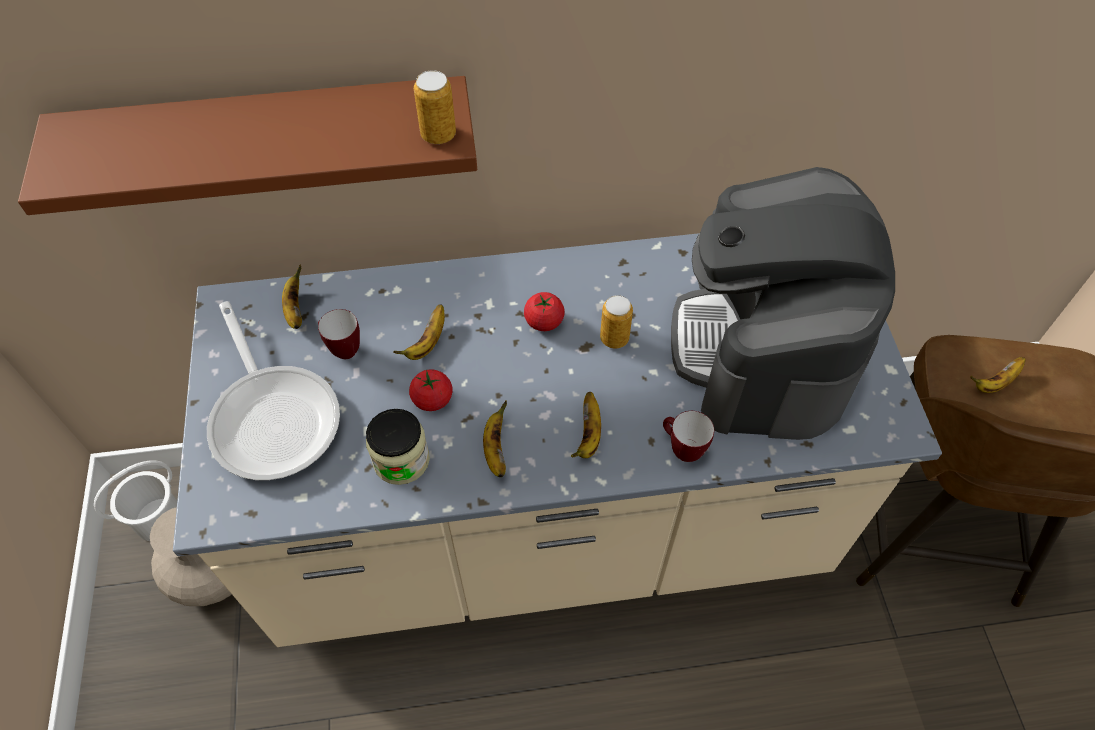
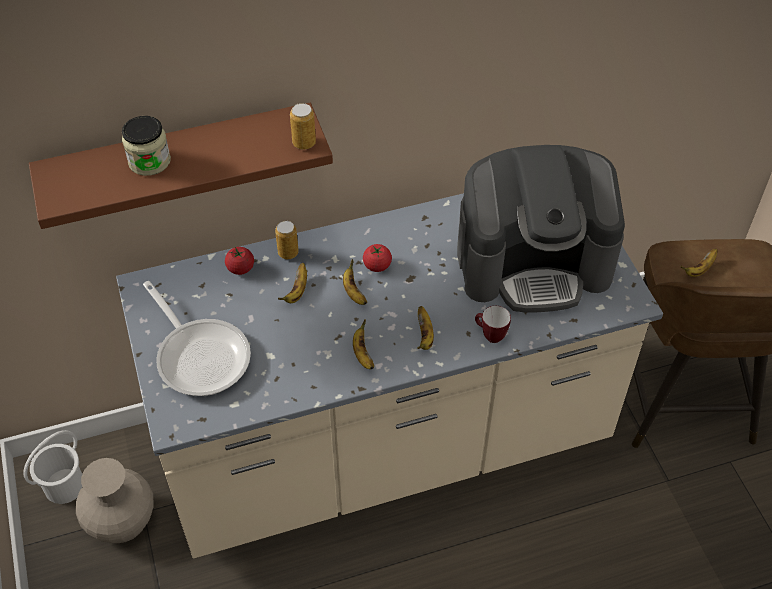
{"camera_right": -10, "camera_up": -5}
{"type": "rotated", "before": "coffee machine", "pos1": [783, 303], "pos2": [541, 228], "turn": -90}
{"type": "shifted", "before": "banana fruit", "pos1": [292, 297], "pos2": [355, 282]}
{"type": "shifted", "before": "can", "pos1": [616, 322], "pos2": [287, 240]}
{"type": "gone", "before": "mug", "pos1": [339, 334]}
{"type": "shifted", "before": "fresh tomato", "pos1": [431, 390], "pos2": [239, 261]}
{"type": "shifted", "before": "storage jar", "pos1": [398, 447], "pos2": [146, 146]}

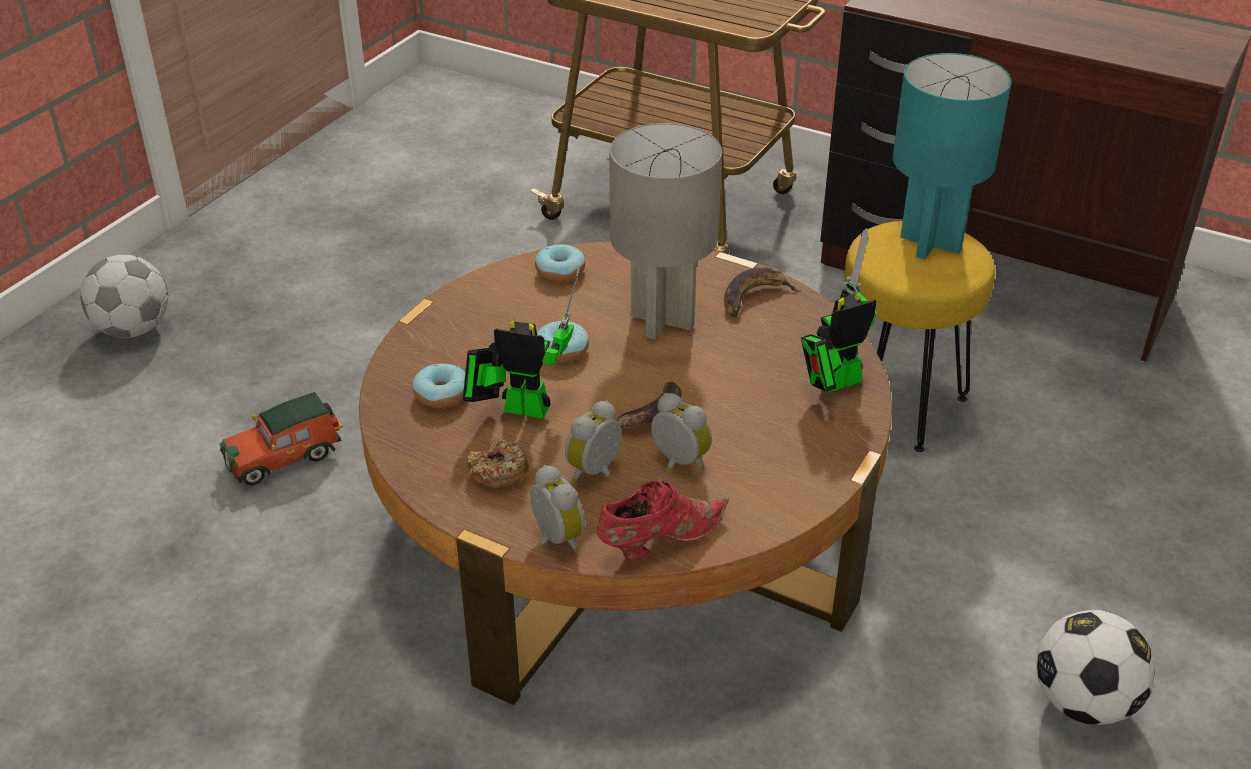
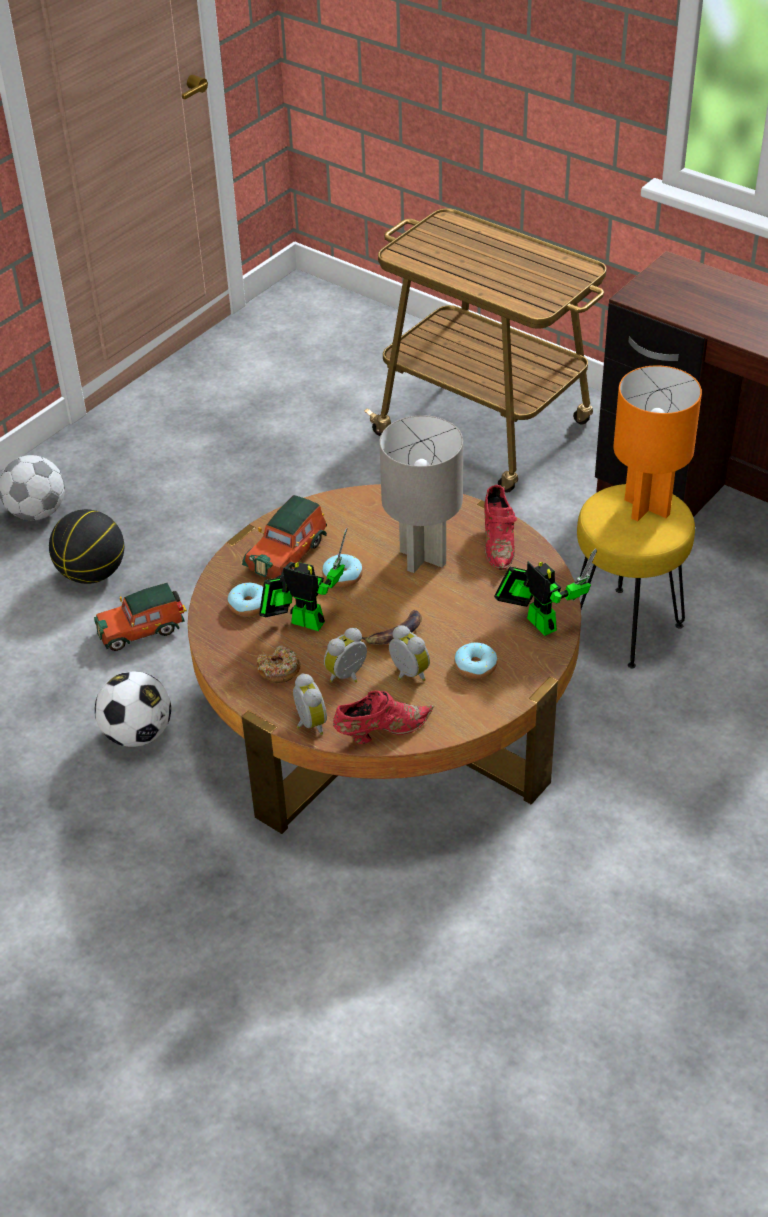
{"camera_right": 10, "camera_up": 5}
{"type": "repainted", "before": "table lamp/blue-green", "after": "table lamp/orange-coloured", "pos1": [952, 156], "pos2": [658, 443]}
{"type": "rotated", "before": "model robot", "pos1": [838, 310], "pos2": [545, 592], "turn": 75}
{"type": "shifted", "before": "ring doughnut", "pos1": [560, 263], "pos2": [476, 660]}
{"type": "swapped", "before": "banana fruit", "after": "item of footwear/red", "pos1": [762, 292], "pos2": [500, 527]}
{"type": "shifted", "before": "football", "pos1": [1096, 667], "pos2": [133, 709]}
{"type": "new", "after": "model car", "pos2": [284, 537]}
{"type": "new", "after": "basketball ball", "pos2": [86, 546]}

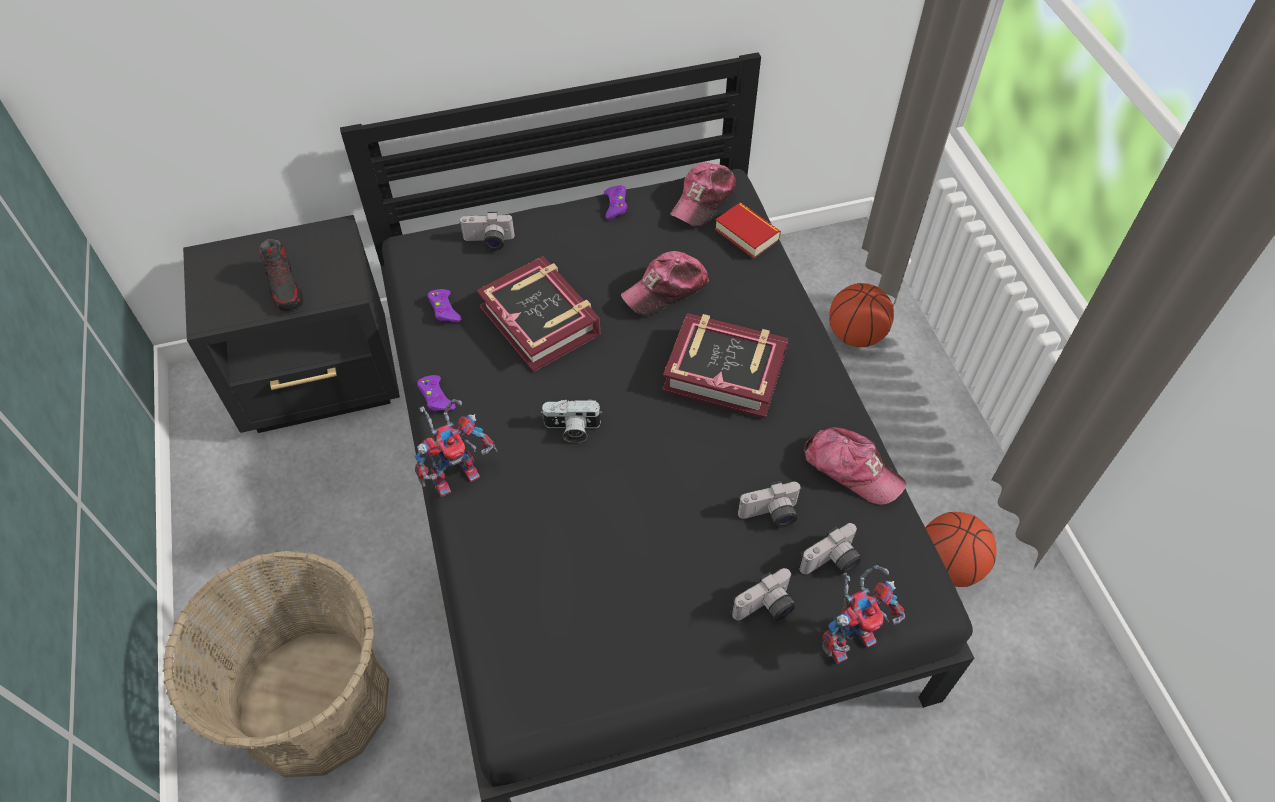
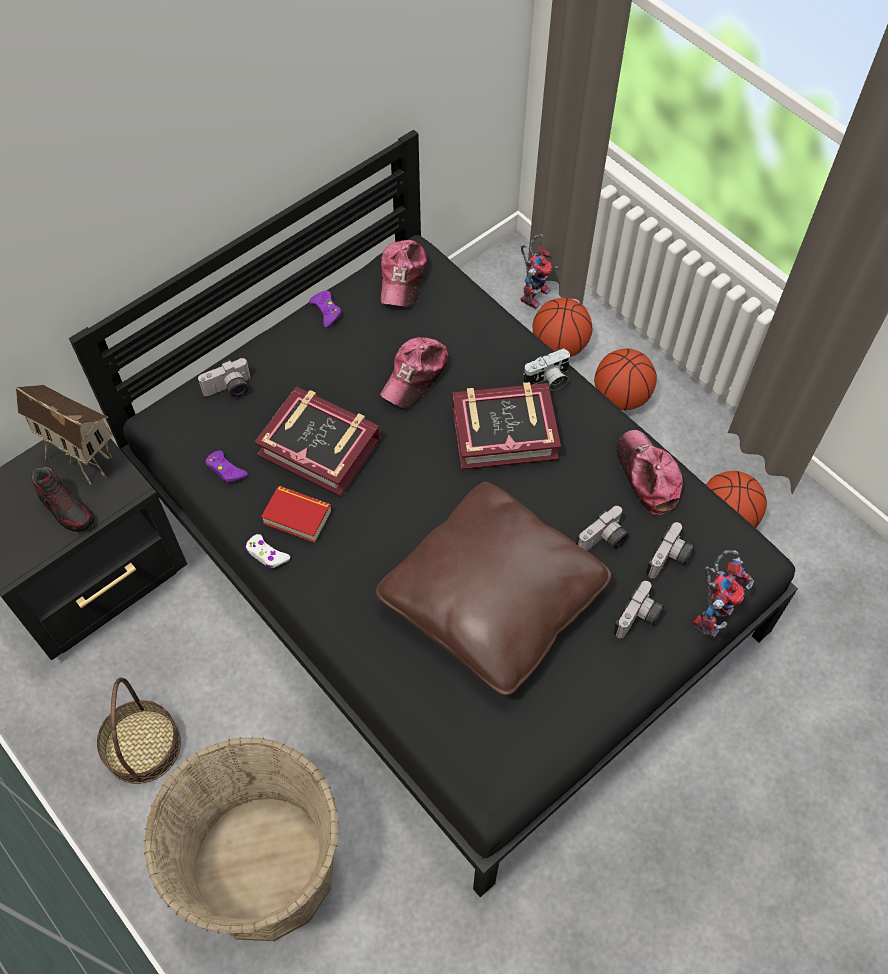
{"camera_right": -25, "camera_up": 5}
{"type": "shifted", "before": "volume", "pos1": [748, 231], "pos2": [296, 514]}
{"type": "repainted", "before": "gamepad/purple-coloured", "after": "gamepad/white-coloured", "pos1": [436, 393], "pos2": [267, 551]}
{"type": "shifted", "before": "model robot", "pos1": [456, 448], "pos2": [539, 271]}
{"type": "shifted", "before": "still camera", "pos1": [571, 421], "pos2": [546, 369]}
{"type": "rotated", "before": "peaked cap", "pos1": [855, 466], "pos2": [650, 472], "turn": -120}
{"type": "new", "after": "basketball ball", "pos2": [625, 379]}
{"type": "new", "after": "model house", "pos2": [64, 435]}
{"type": "new", "after": "pillow/brown", "pos2": [493, 588]}
{"type": "new", "after": "basket", "pos2": [139, 730]}

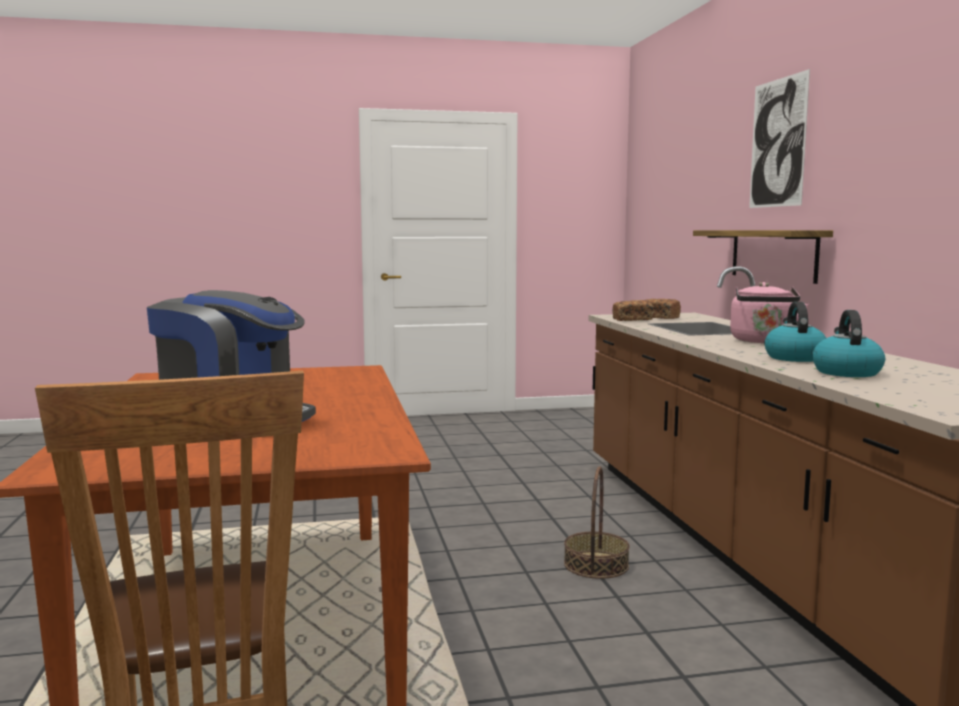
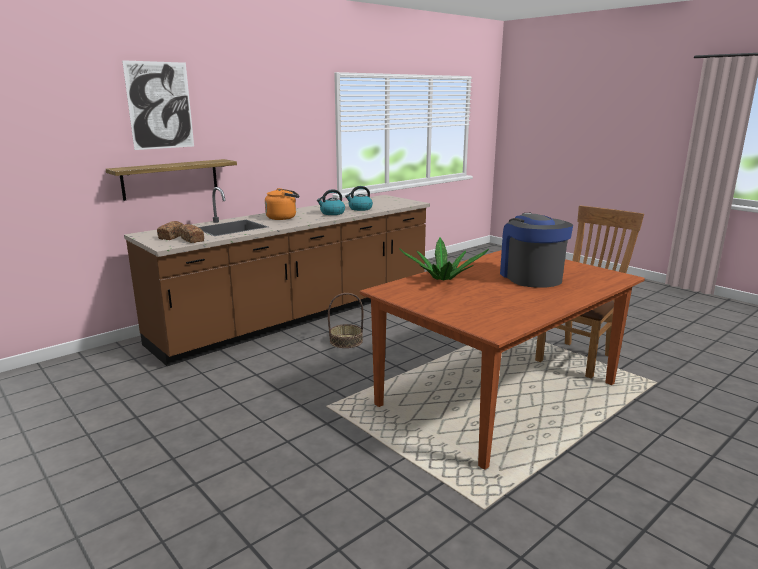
{"camera_right": -120, "camera_up": 10}
{"type": "repainted", "before": "kettle/pink-coloured", "after": "kettle/orange-coloured", "pos1": [769, 312], "pos2": [282, 204]}
{"type": "new", "after": "plant in a pot", "pos2": [444, 259]}

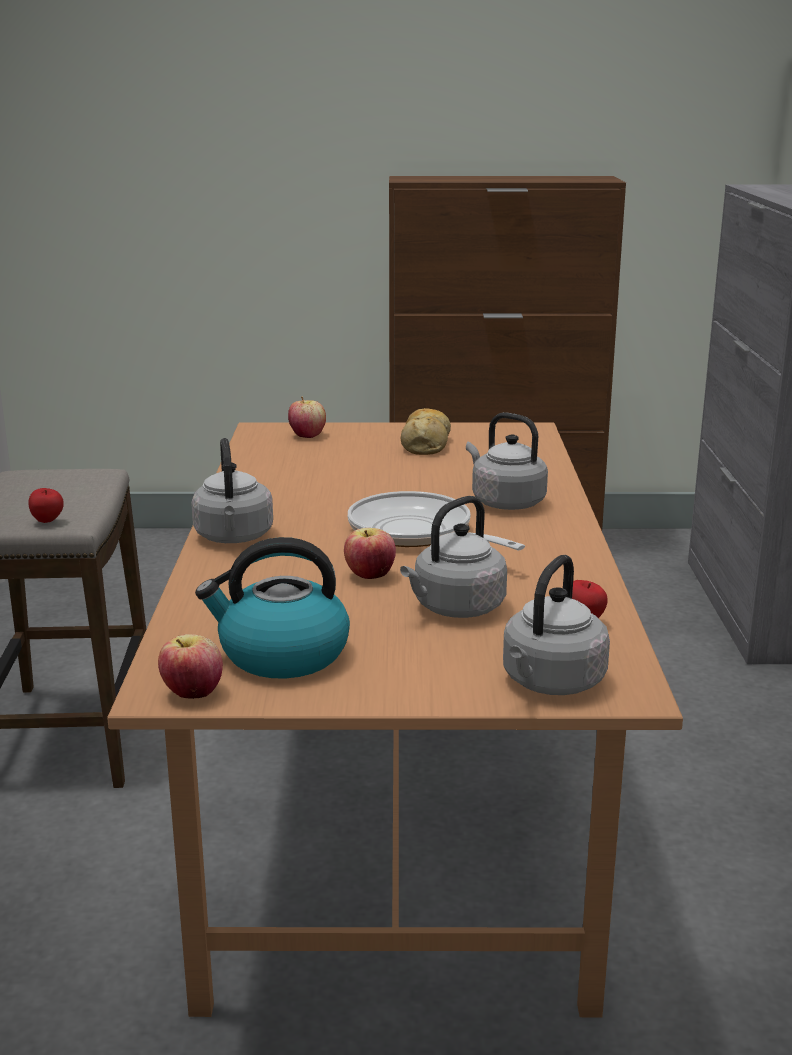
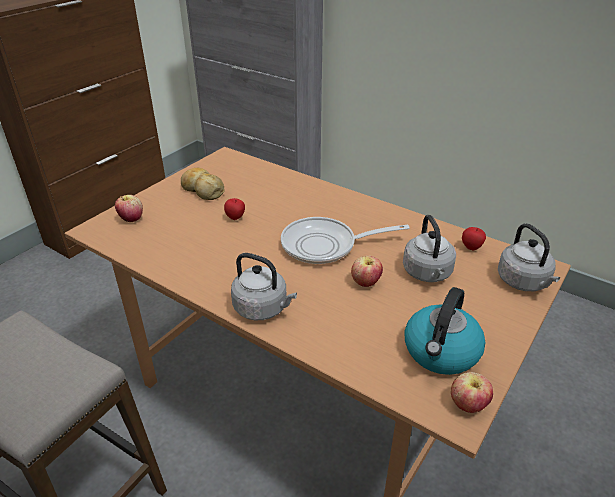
{"camera_right": -55, "camera_up": 15}
{"type": "gone", "before": "kettle/gray", "pos1": [507, 461]}
{"type": "shifted", "before": "whole apple", "pos1": [45, 505], "pos2": [234, 209]}

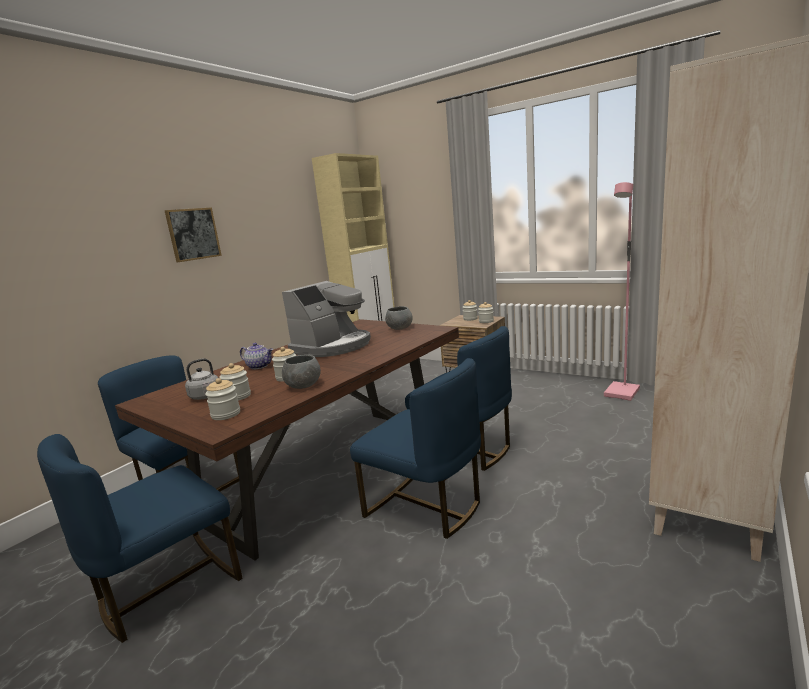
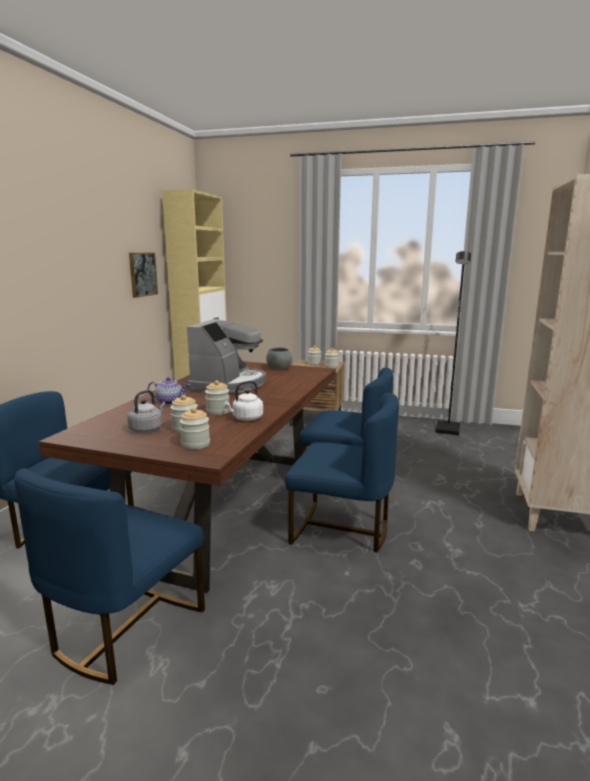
{"camera_right": -20, "camera_up": 0}
{"type": "repainted", "before": "floor lamp/pink-coloured", "after": "floor lamp/blackish", "pos1": [622, 291], "pos2": [453, 343]}
{"type": "shifted", "before": "picture", "pos1": [193, 234], "pos2": [143, 275]}
{"type": "swapped", "before": "deep dish/gray", "after": "kettle/white-coloured", "pos1": [301, 372], "pos2": [243, 401]}

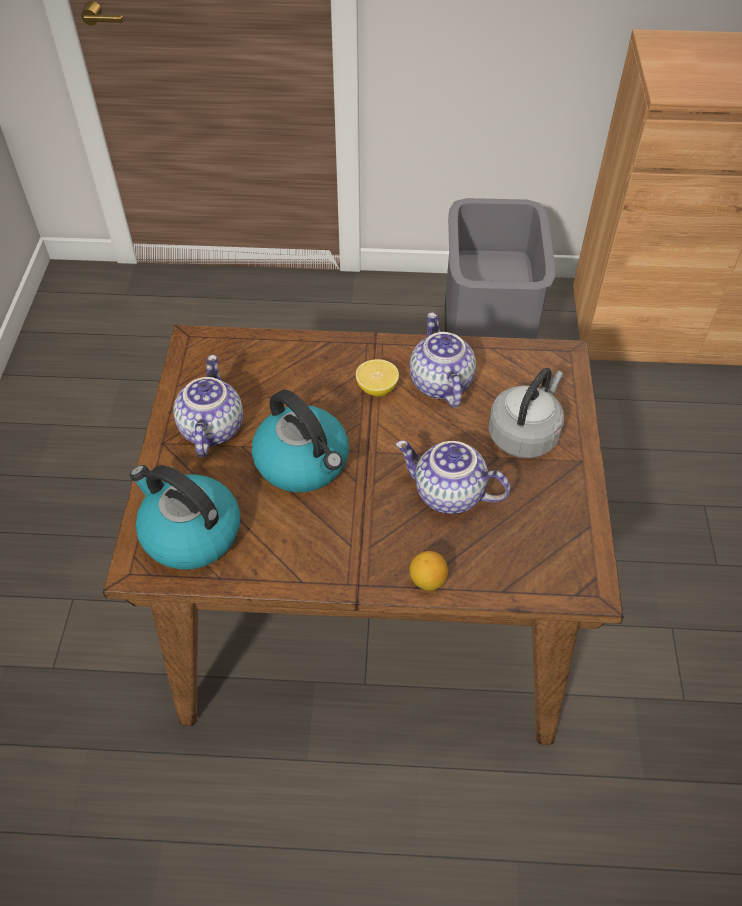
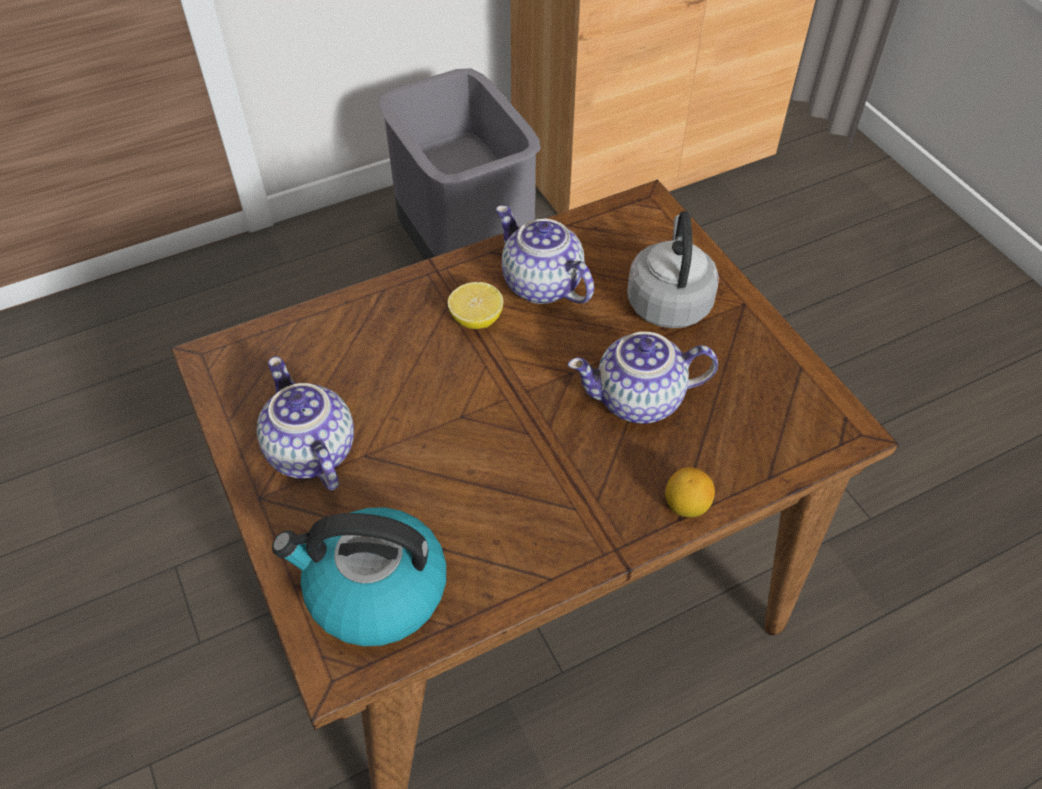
{"camera_right": -30, "camera_up": 0}
{"type": "gone", "before": "kettle", "pos1": [300, 440]}

